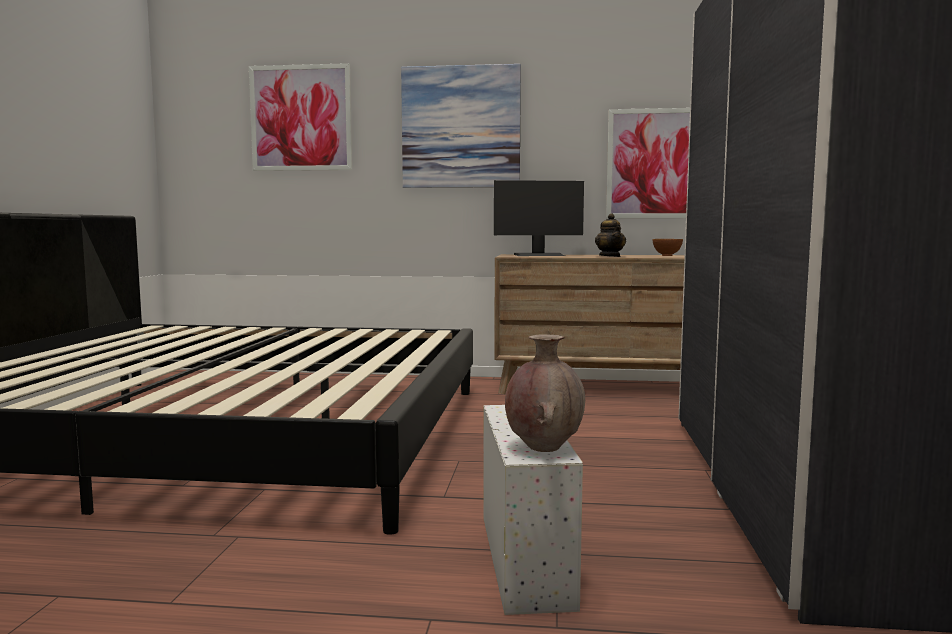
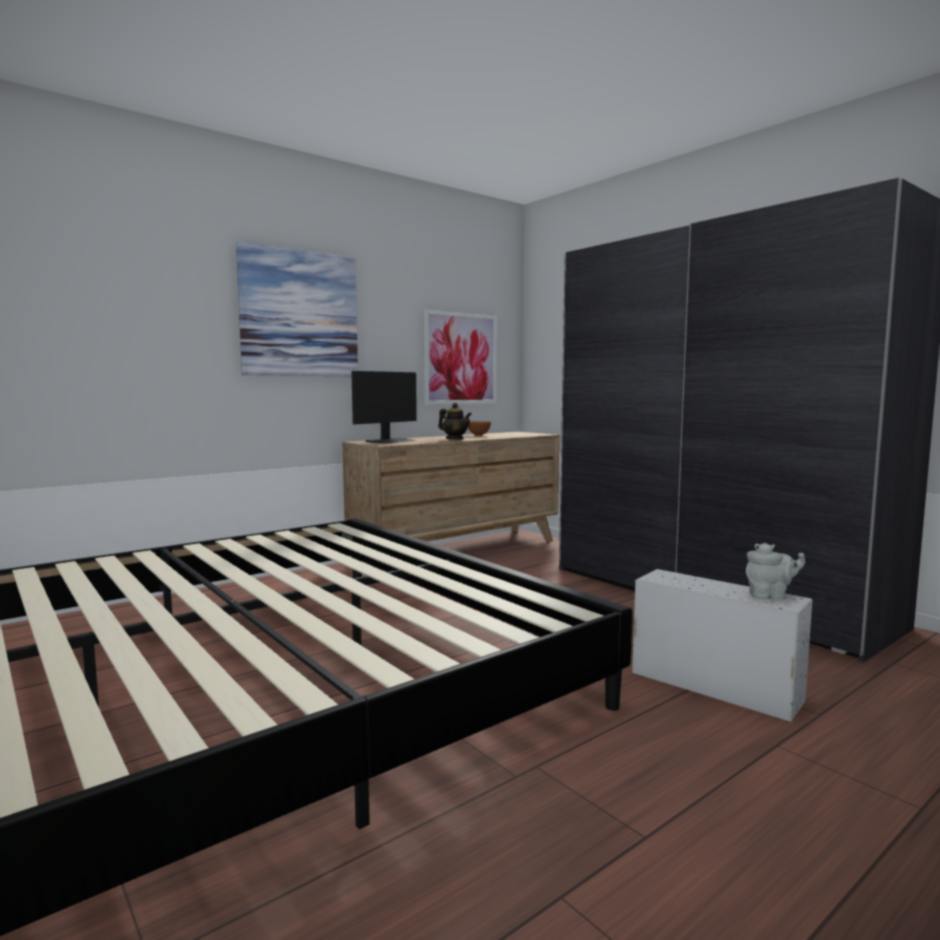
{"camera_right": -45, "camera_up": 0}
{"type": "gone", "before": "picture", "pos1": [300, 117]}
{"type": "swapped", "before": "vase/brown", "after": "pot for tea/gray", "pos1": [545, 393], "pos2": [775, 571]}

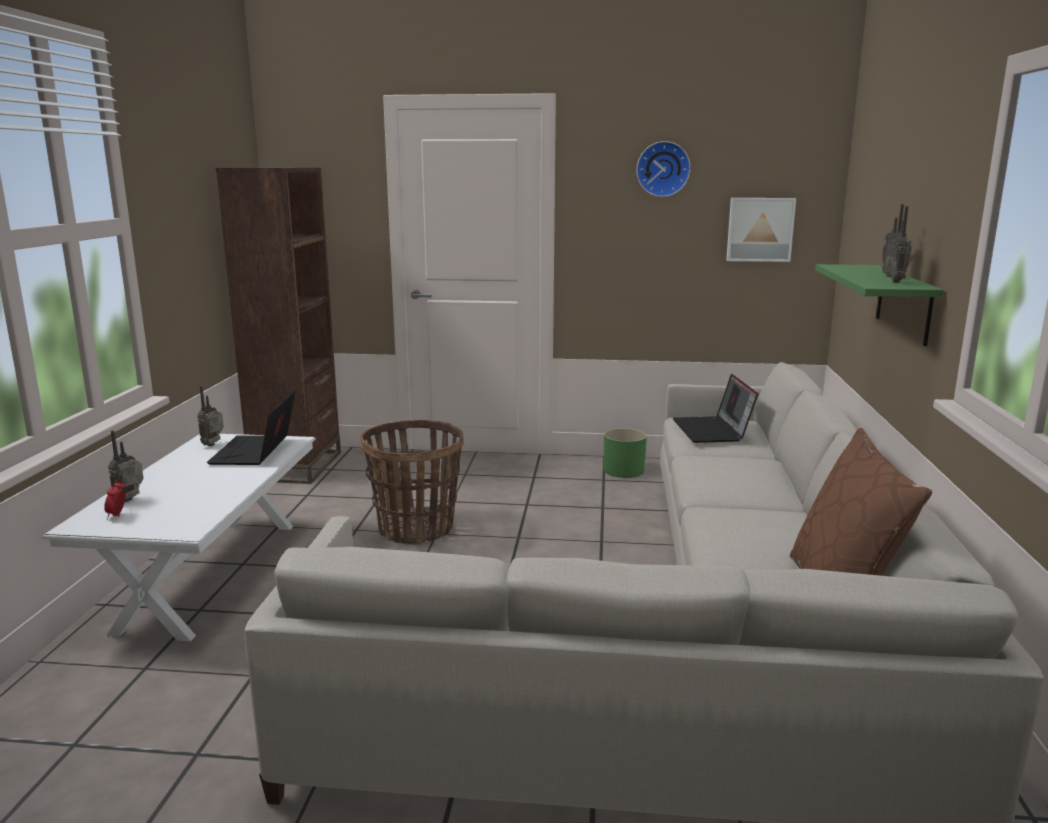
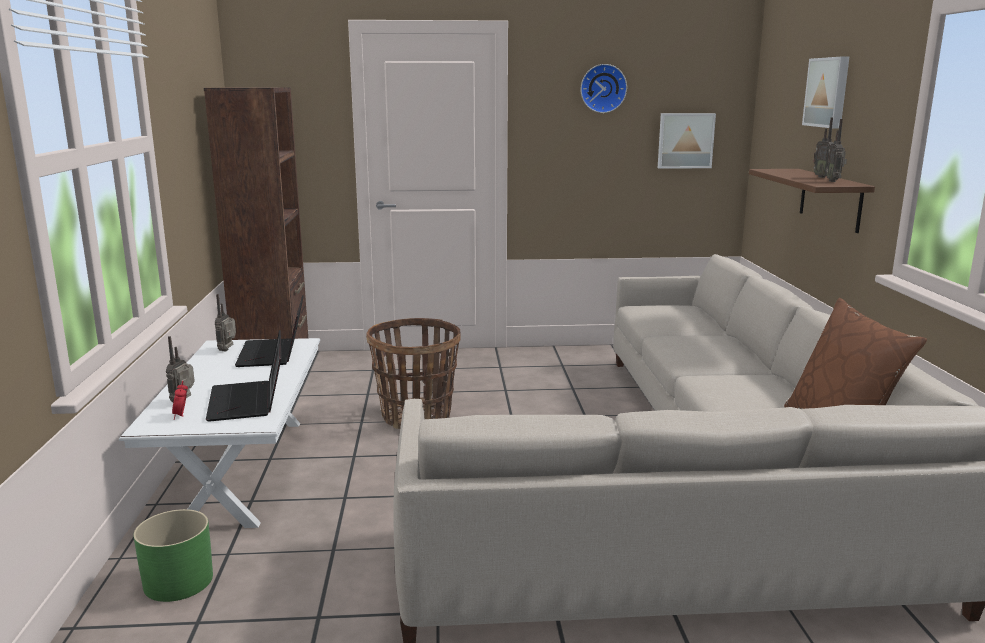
{"camera_right": -10, "camera_up": 0}
{"type": "repainted", "before": "bracket shelf/greenish", "after": "bracket shelf/brown", "pos1": [879, 305], "pos2": [812, 201]}
{"type": "shifted", "before": "laptop", "pos1": [715, 408], "pos2": [244, 376]}
{"type": "shifted", "before": "flower pot/greenish", "pos1": [625, 453], "pos2": [173, 555]}
{"type": "new", "after": "picture", "pos2": [825, 92]}

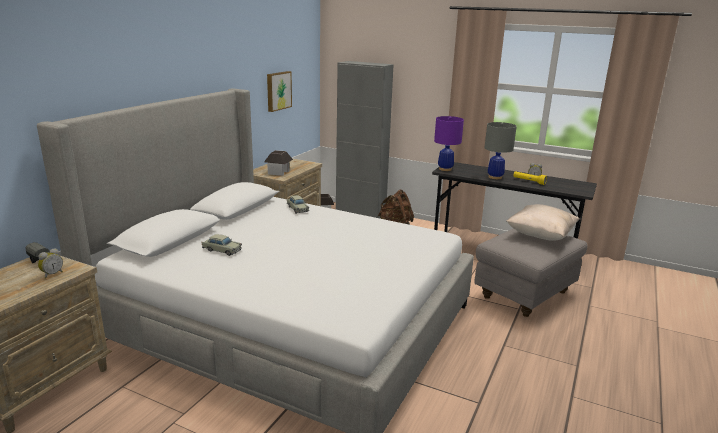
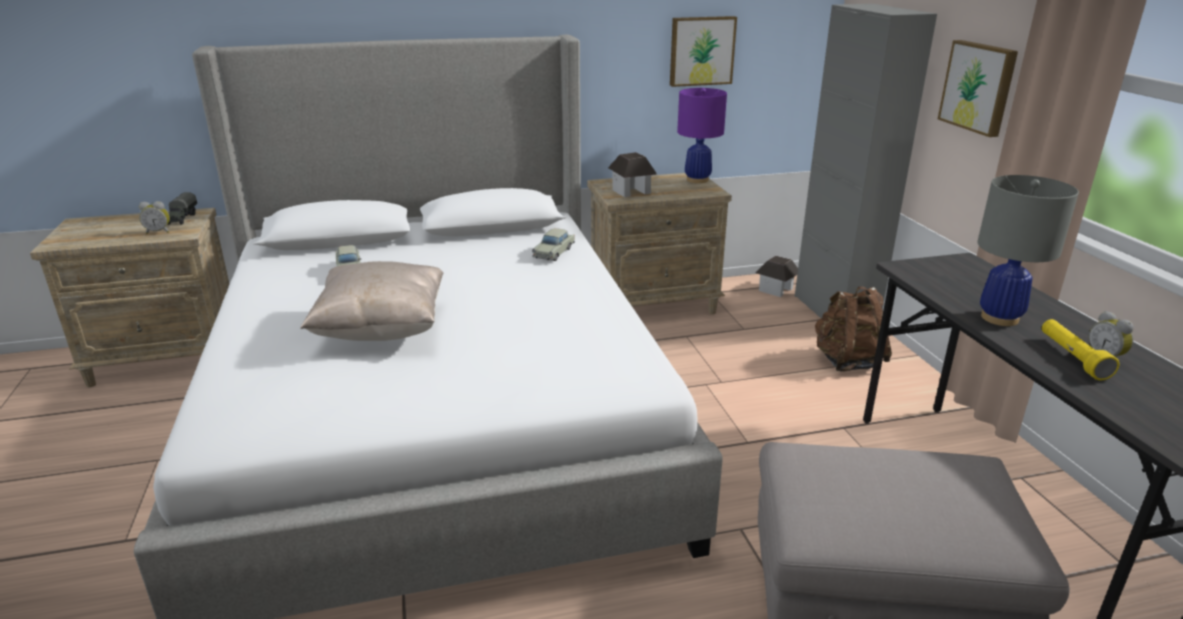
{"camera_right": 50, "camera_up": 5}
{"type": "shifted", "before": "table lamp/purple-coloured", "pos1": [449, 143], "pos2": [702, 135]}
{"type": "shifted", "before": "pillow/beige", "pos1": [542, 222], "pos2": [371, 301]}
{"type": "new", "after": "picture", "pos2": [978, 88]}

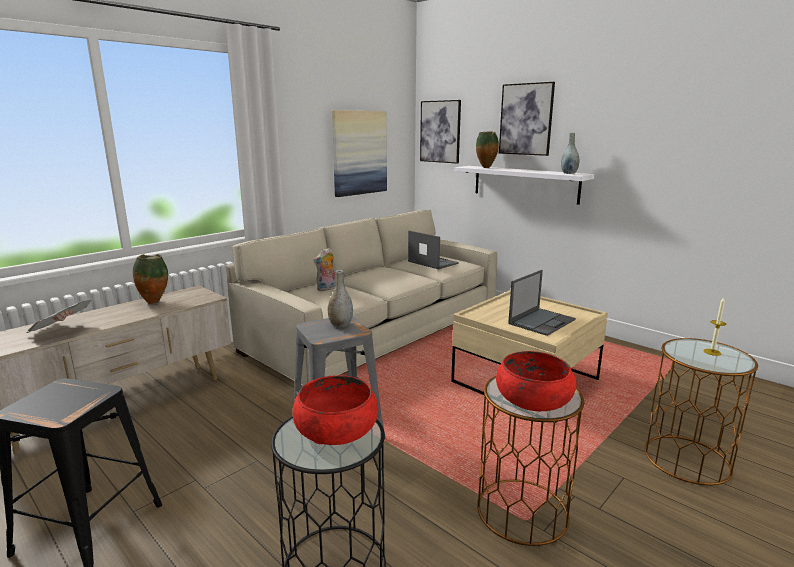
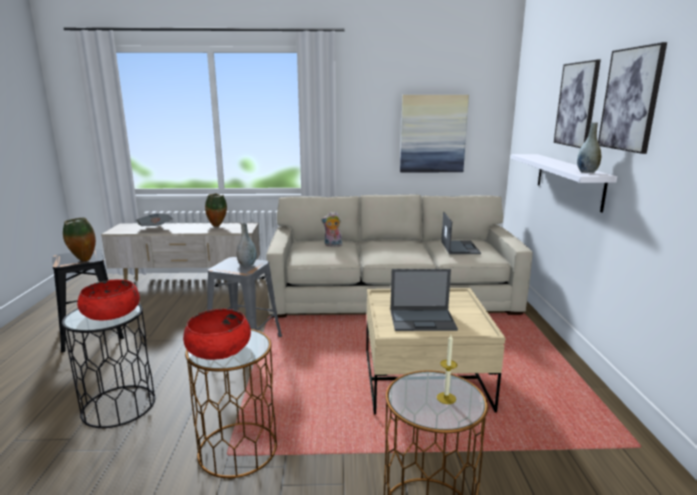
{"camera_right": 45, "camera_up": 0}
{"type": "shifted", "before": "picture", "pos1": [440, 132], "pos2": [632, 98]}
{"type": "shifted", "before": "vase", "pos1": [487, 149], "pos2": [79, 239]}

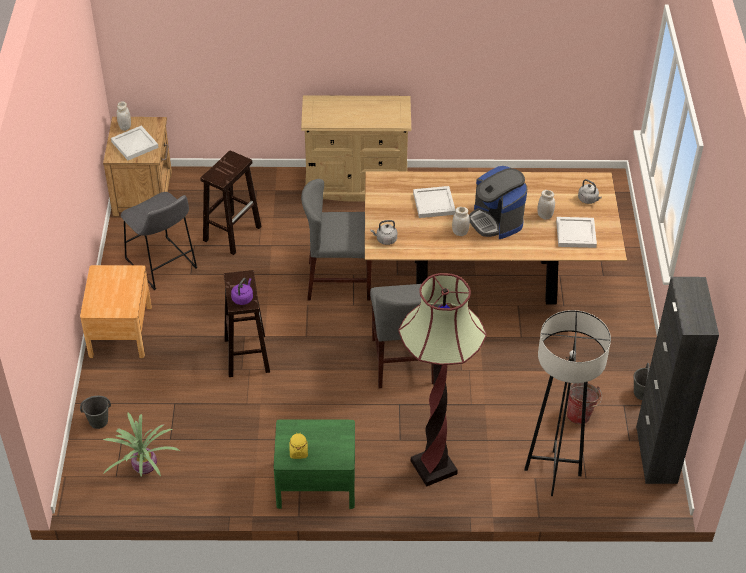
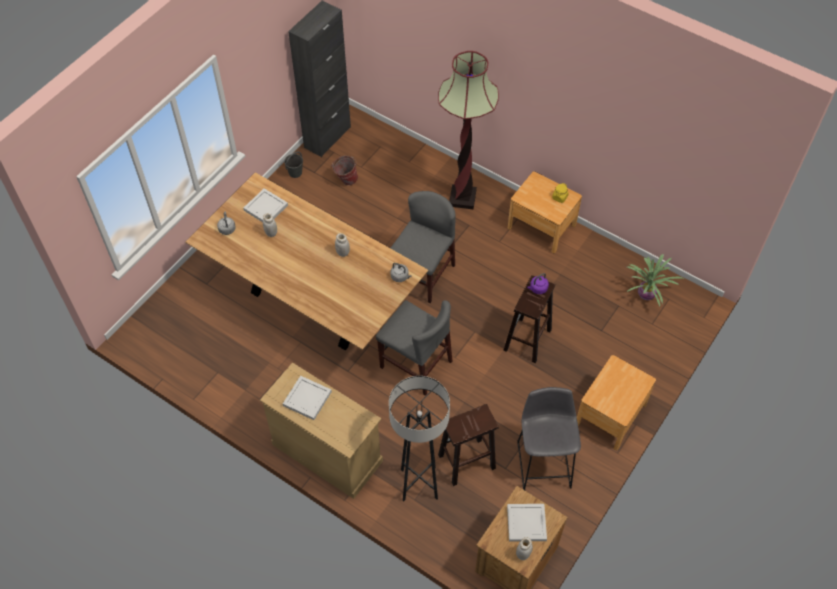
{"camera_right": -145, "camera_up": 10}
{"type": "gone", "before": "coffee machine", "pos1": [498, 202]}
{"type": "shifted", "before": "tray/white-coloured", "pos1": [434, 202], "pos2": [307, 398]}
{"type": "shifted", "before": "floor lamp/gray", "pos1": [567, 403], "pos2": [419, 439]}
{"type": "gone", "before": "pail/gray", "pos1": [95, 412]}
{"type": "repainted", "before": "bedside table/greenish", "after": "bedside table/brown", "pos1": [314, 464], "pos2": [545, 212]}

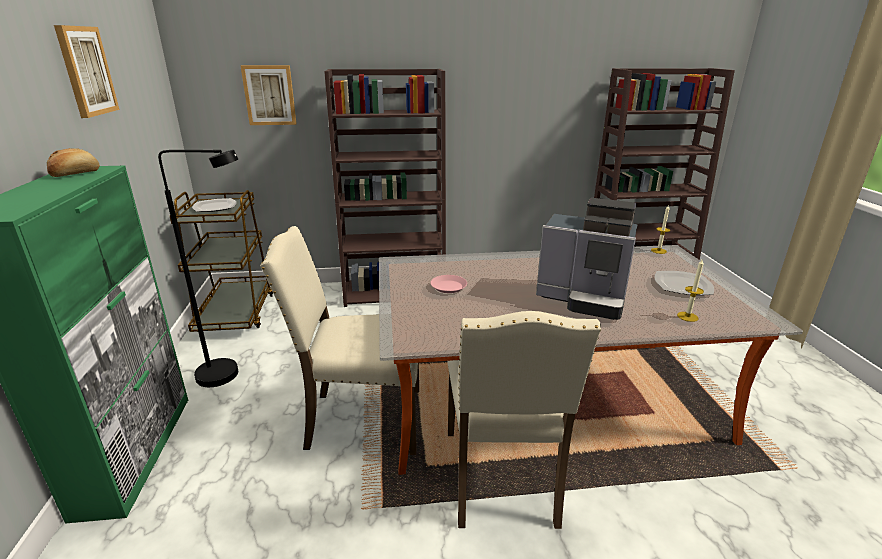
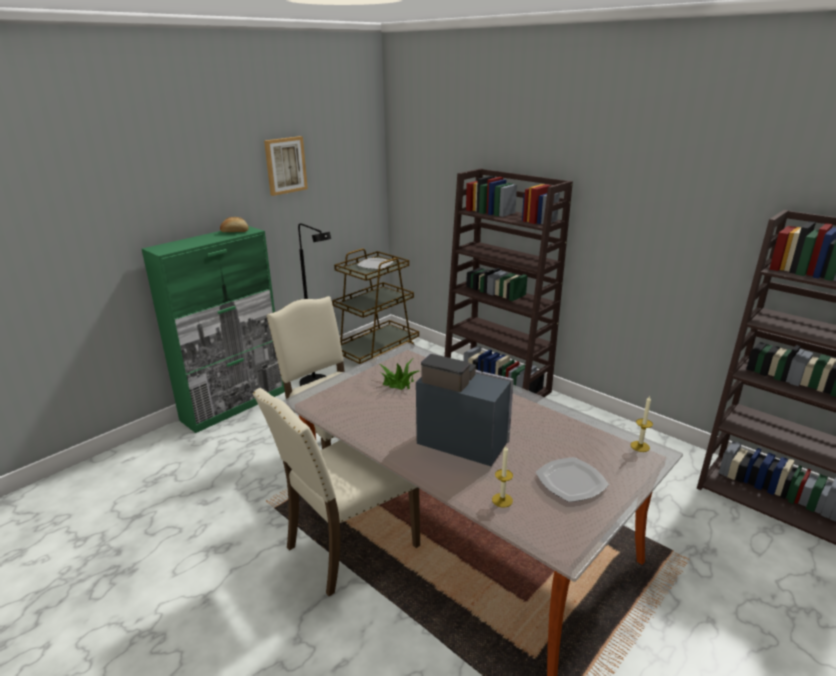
{"camera_right": 50, "camera_up": 0}
{"type": "gone", "before": "picture", "pos1": [268, 95]}
{"type": "rotated", "before": "coffee machine", "pos1": [587, 259], "pos2": [465, 410], "turn": 135}
{"type": "swapped", "before": "dinner plate/pink-coloured", "after": "plant in a pot", "pos1": [448, 284], "pos2": [399, 374]}

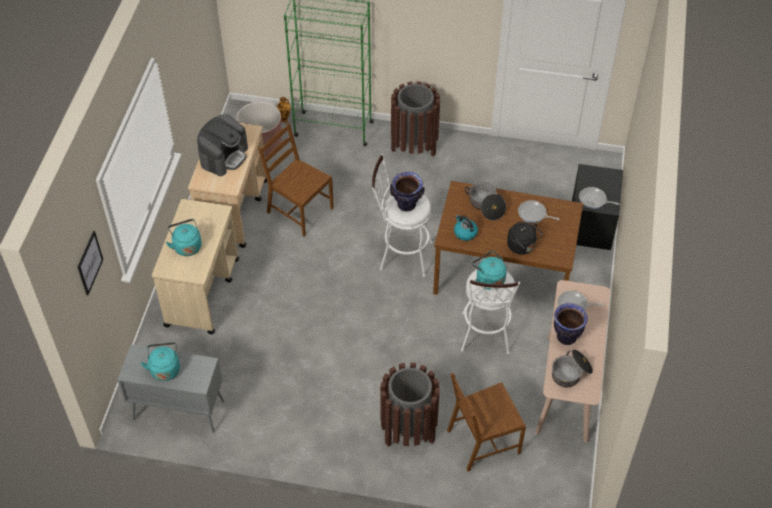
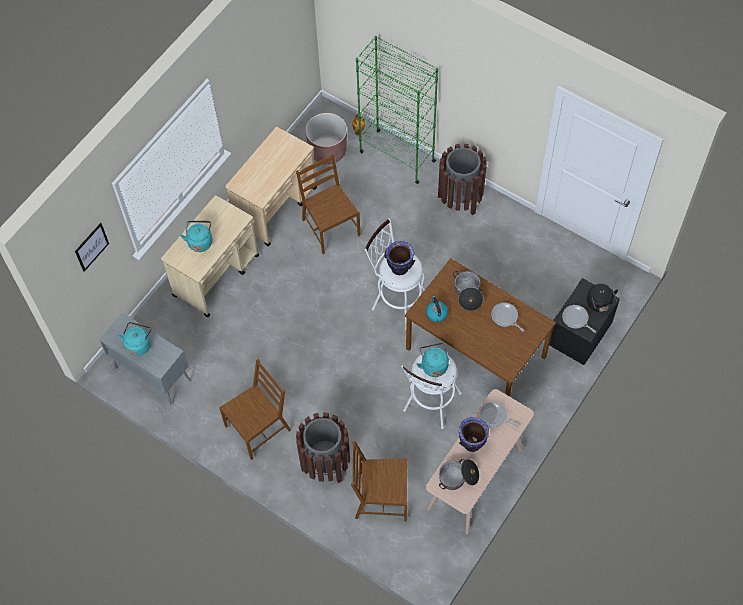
{"camera_right": 25, "camera_up": 10}
{"type": "gone", "before": "coffee machine", "pos1": [222, 145]}
{"type": "shifted", "before": "kettle/blackish", "pos1": [525, 238], "pos2": [602, 298]}
{"type": "new", "after": "plain chair/brown", "pos2": [255, 409]}

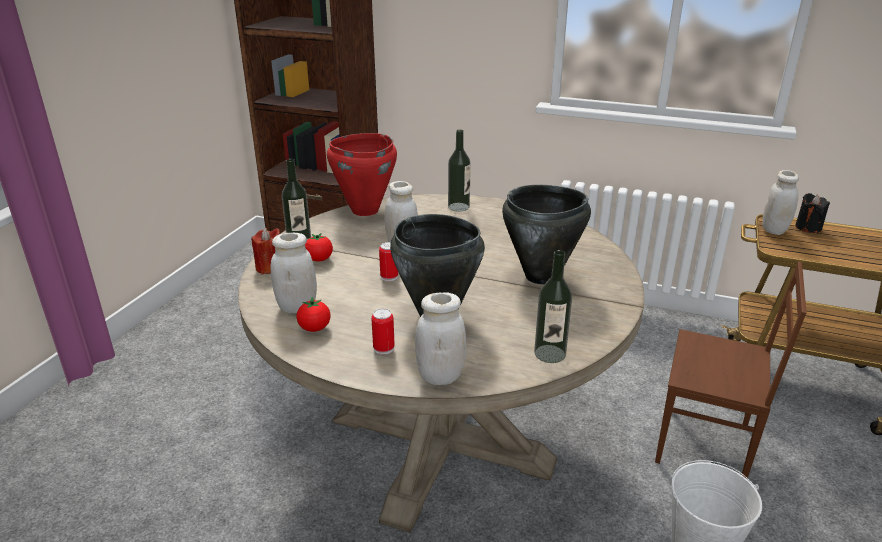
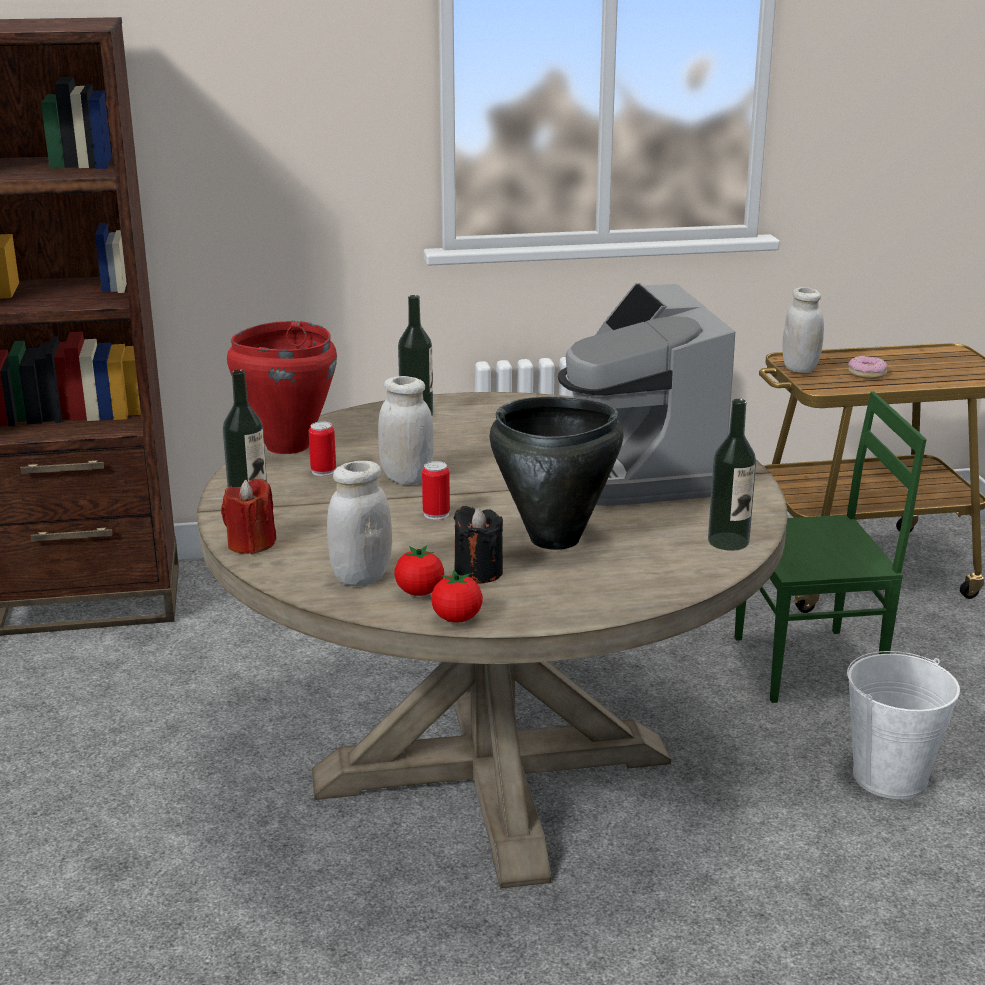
{"camera_right": -30, "camera_up": -5}
{"type": "swapped", "before": "cooking pot/blackish", "after": "coffee machine", "pos1": [546, 234], "pos2": [646, 394]}
{"type": "shifted", "before": "wax candle/blackish", "pos1": [812, 213], "pos2": [478, 545]}
{"type": "shifted", "before": "fresh tomato", "pos1": [319, 247], "pos2": [457, 596]}
{"type": "repainted", "before": "plain chair/brown", "after": "plain chair/greenish", "pos1": [731, 370], "pos2": [830, 547]}
{"type": "gone", "before": "storage jar/white-coloured", "pos1": [440, 339]}
{"type": "shifted", "before": "can", "pos1": [383, 332], "pos2": [322, 448]}
{"type": "new", "after": "ring doughnut", "pos2": [867, 367]}

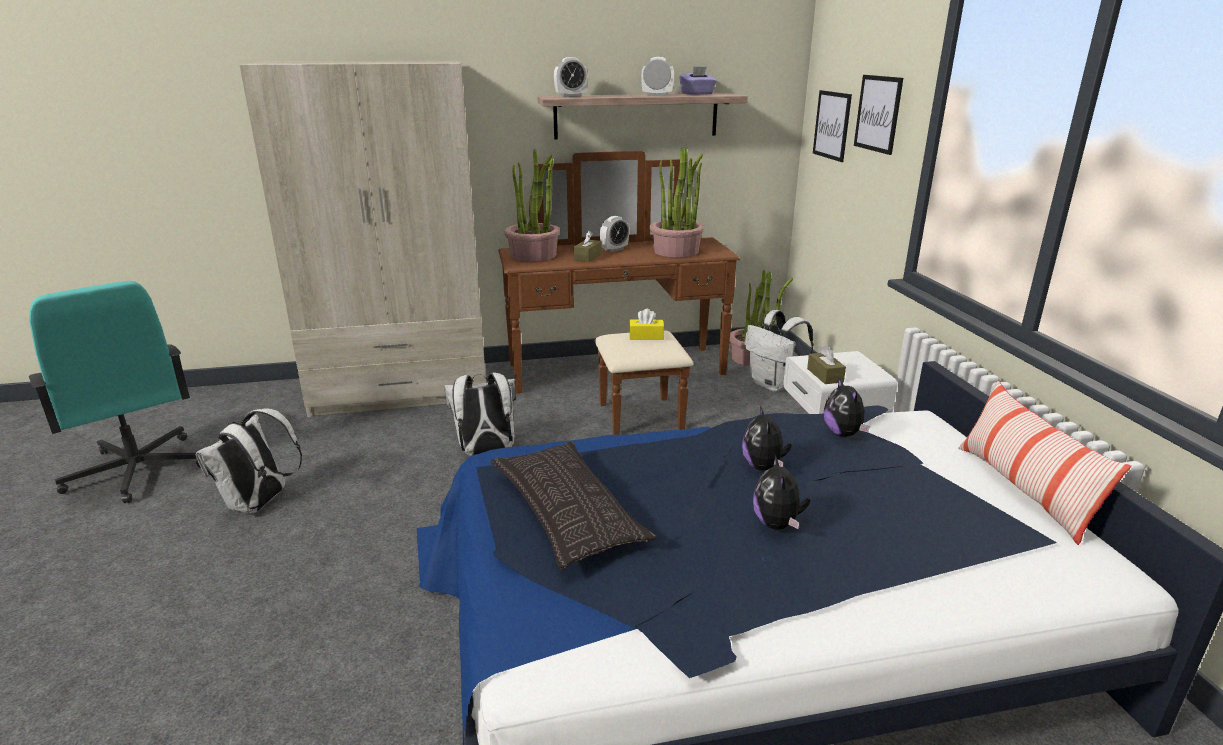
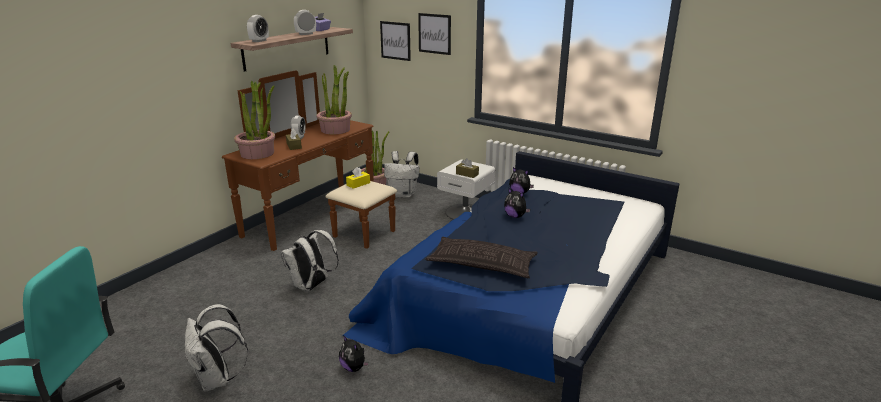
{"camera_right": -45, "camera_up": 0}
{"type": "gone", "before": "armoire/beige", "pos1": [362, 239]}
{"type": "gone", "before": "pillow", "pos1": [1044, 463]}
{"type": "shifted", "before": "cuddly toy", "pos1": [781, 492], "pos2": [354, 353]}

